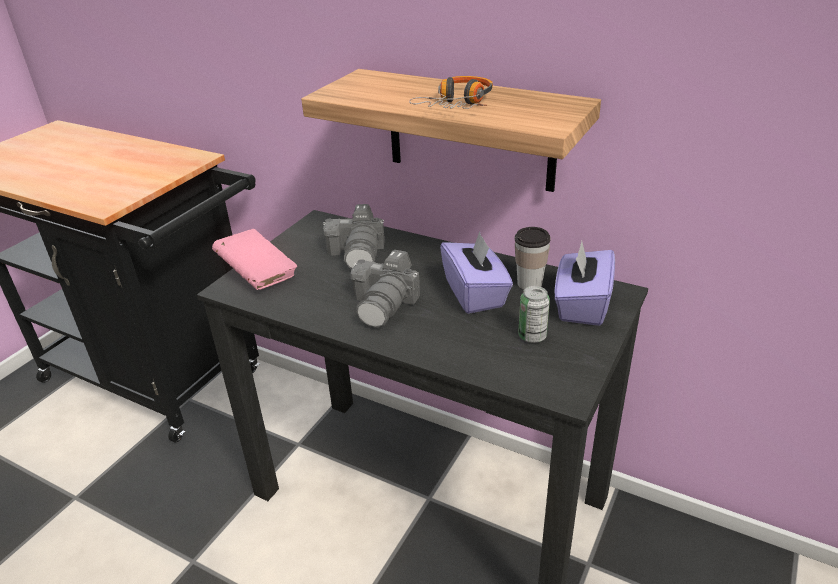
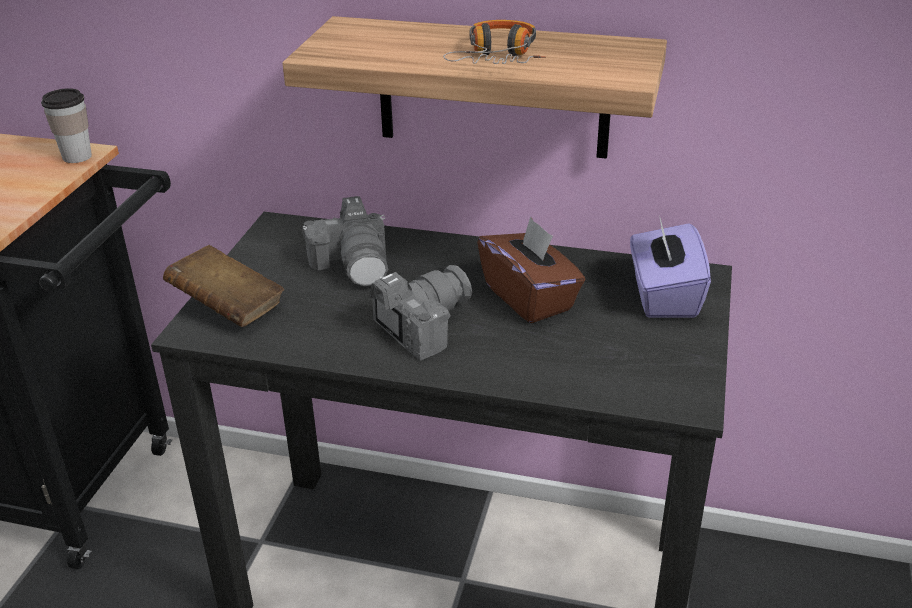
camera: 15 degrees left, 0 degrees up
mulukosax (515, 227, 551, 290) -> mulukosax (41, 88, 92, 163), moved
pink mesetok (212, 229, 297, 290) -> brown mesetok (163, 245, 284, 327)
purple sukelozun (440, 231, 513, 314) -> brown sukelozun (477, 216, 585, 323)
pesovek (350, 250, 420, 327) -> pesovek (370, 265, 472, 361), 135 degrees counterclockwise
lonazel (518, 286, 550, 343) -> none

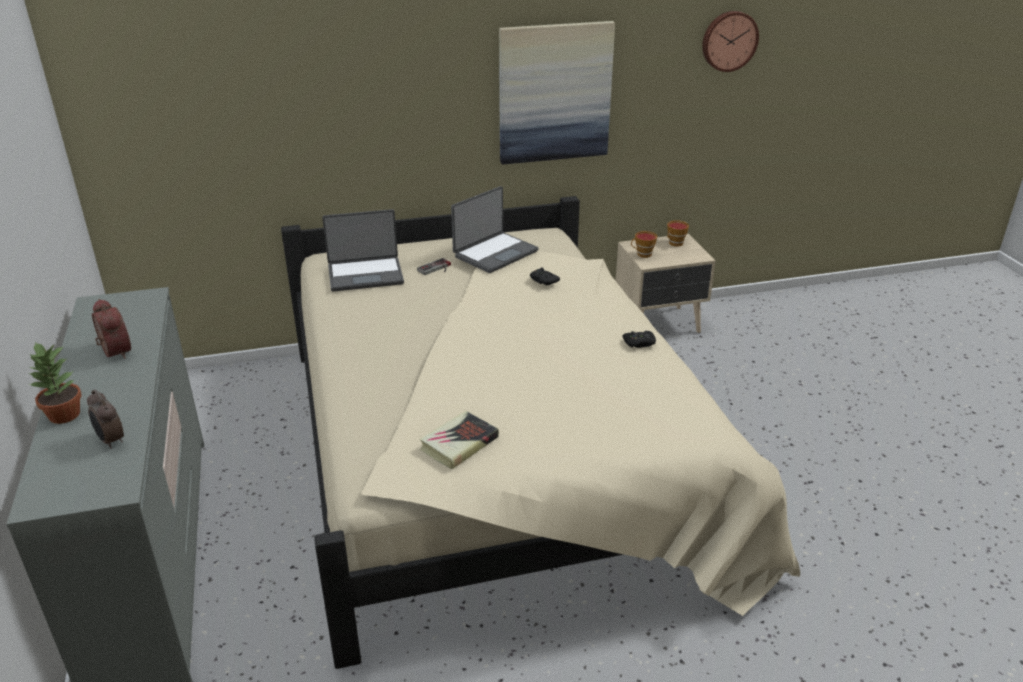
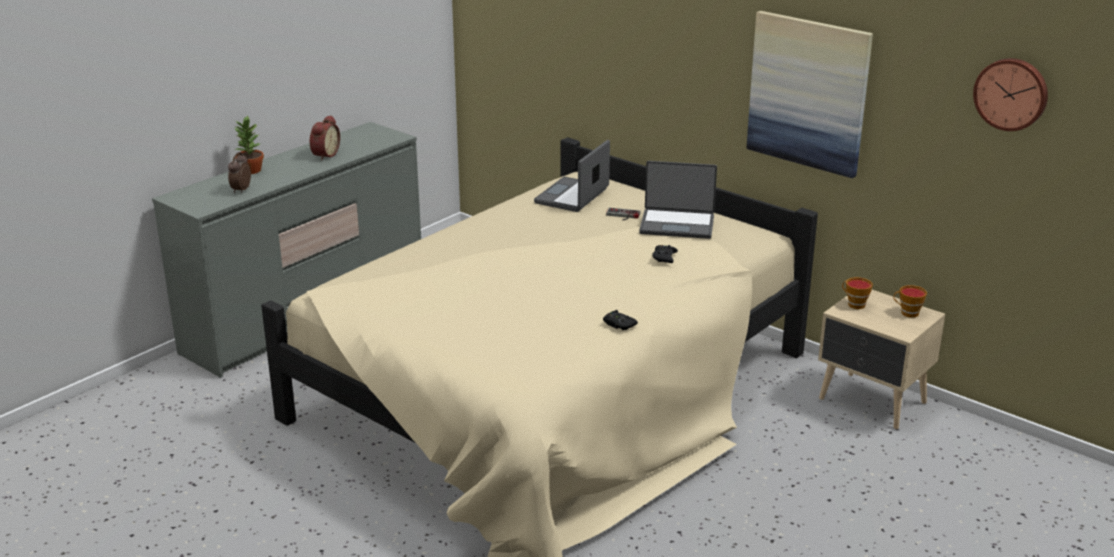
camera: 55 degrees right, 5 degrees down
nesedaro (322, 209, 404, 292) -> nesedaro (534, 140, 610, 212), 75 degrees clockwise
mesetok (420, 411, 499, 469) -> none

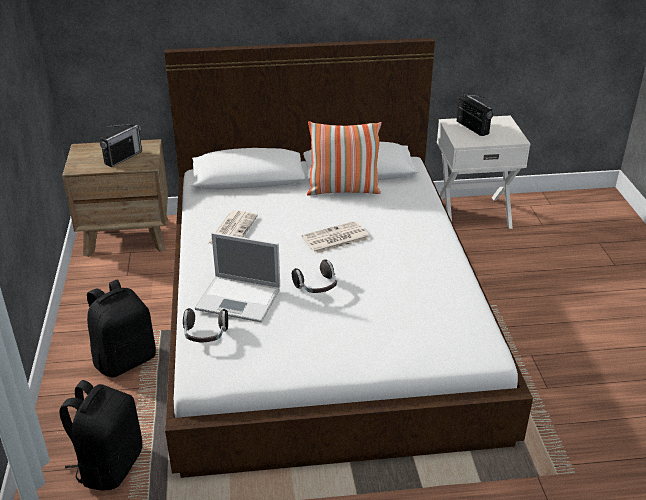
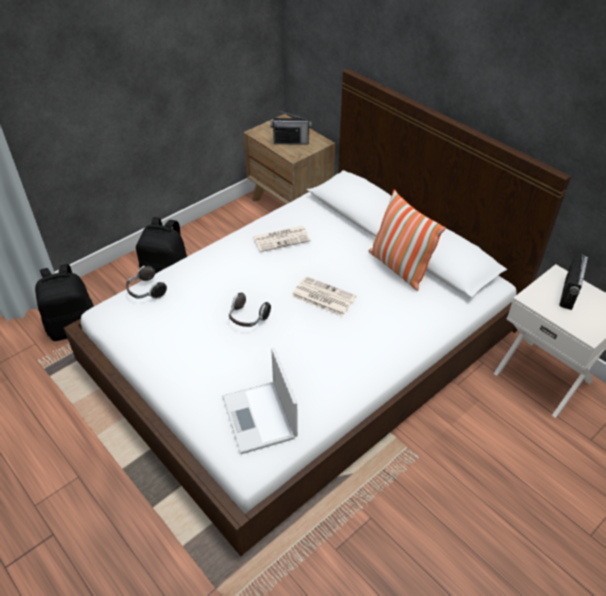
camera: 55 degrees right, 10 degrees up
nesedaro (195, 233, 280, 323) -> nesedaro (222, 348, 298, 454), moved

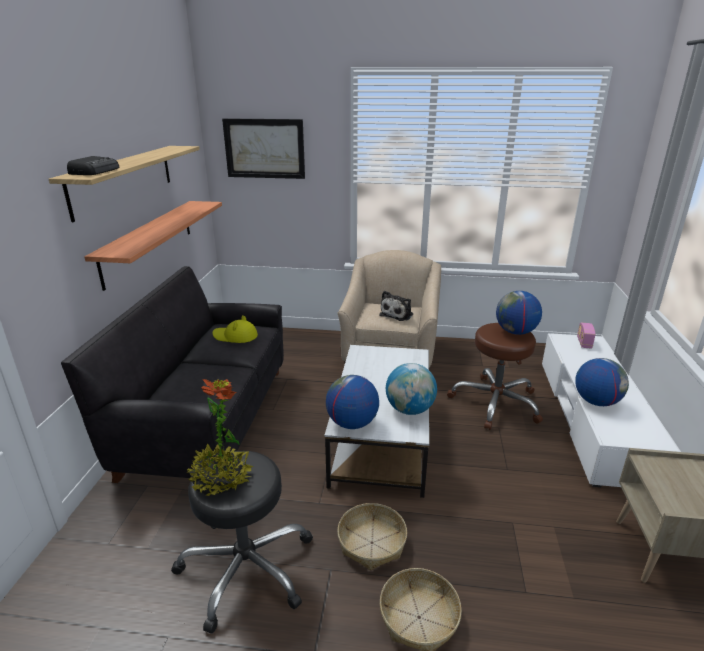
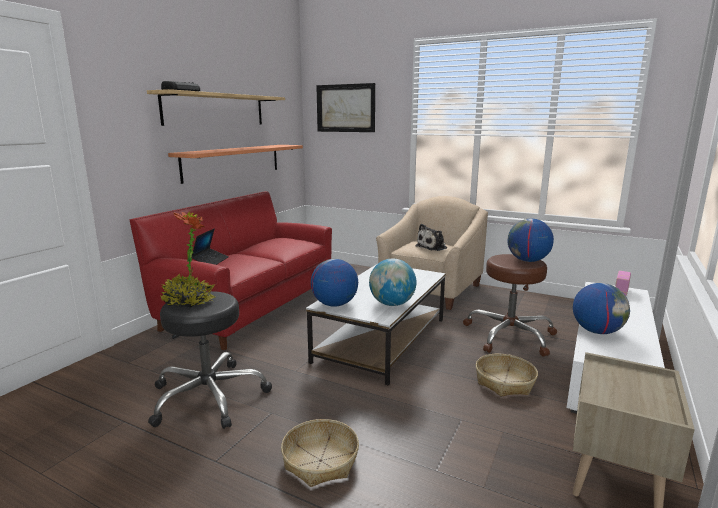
camera: 20 degrees right, 10 degrees down
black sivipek (61, 266, 284, 483) -> red sivipek (130, 191, 332, 351)
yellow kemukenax (212, 315, 258, 343) -> none
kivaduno (337, 503, 407, 571) -> kivaduno (476, 354, 538, 396), moved
none -> nesedaro (191, 229, 229, 265)

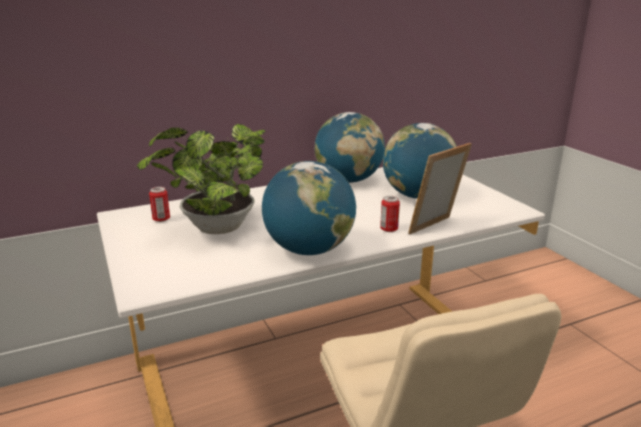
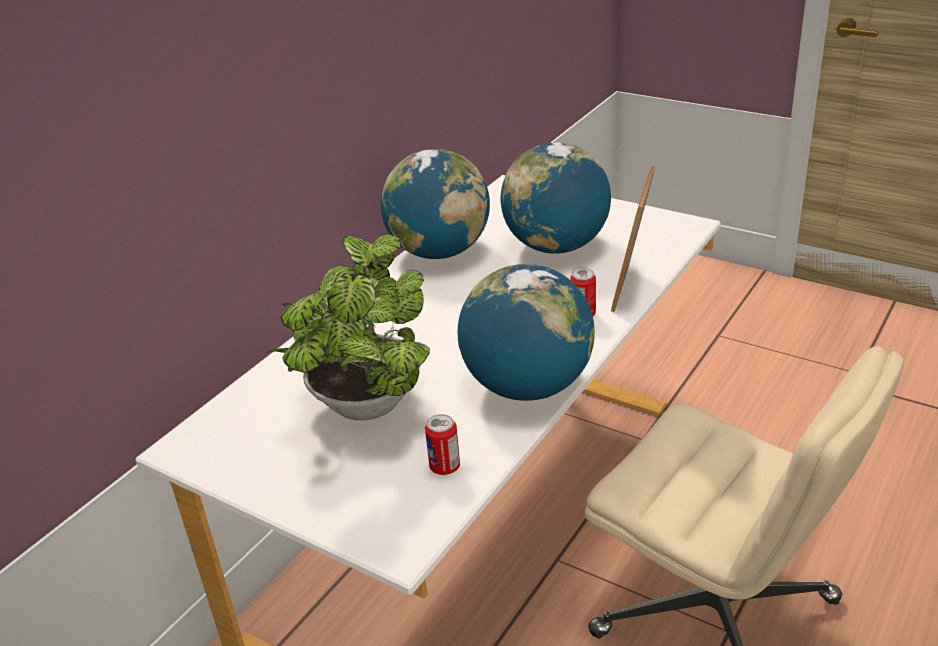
camera: 30 degrees left, 10 degrees up
lonazel (149, 187, 170, 222) -> lonazel (425, 414, 460, 475), moved

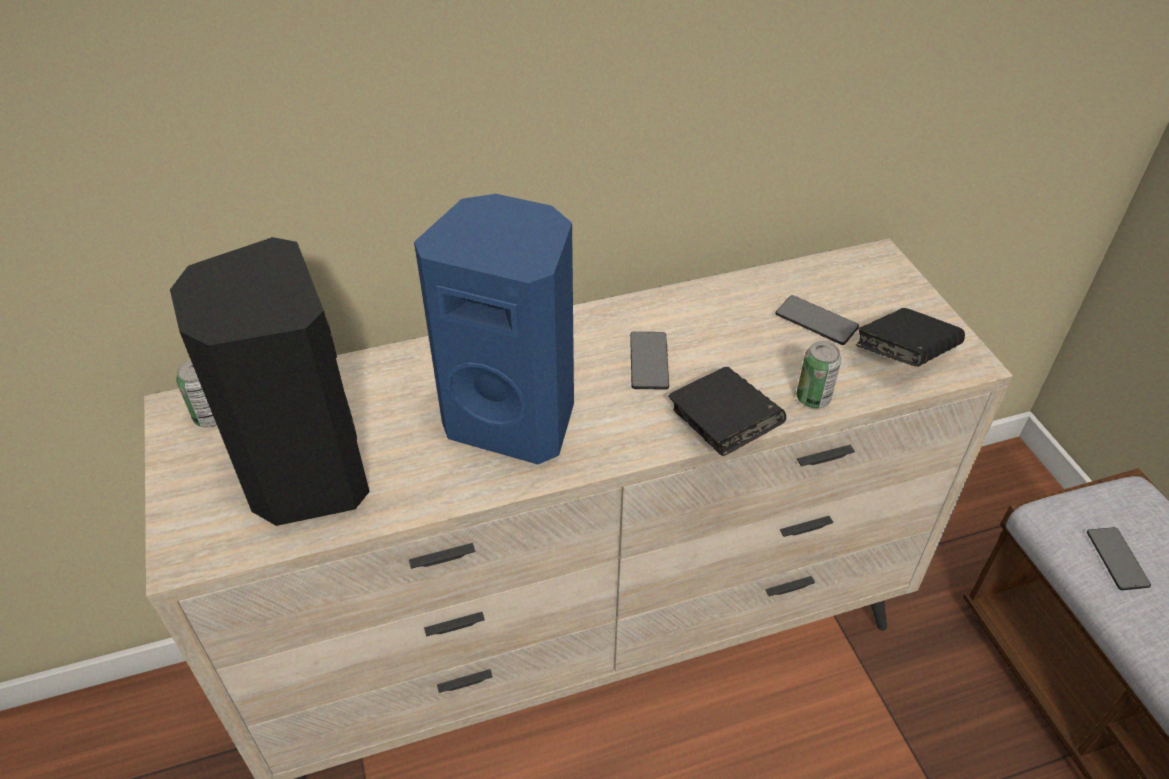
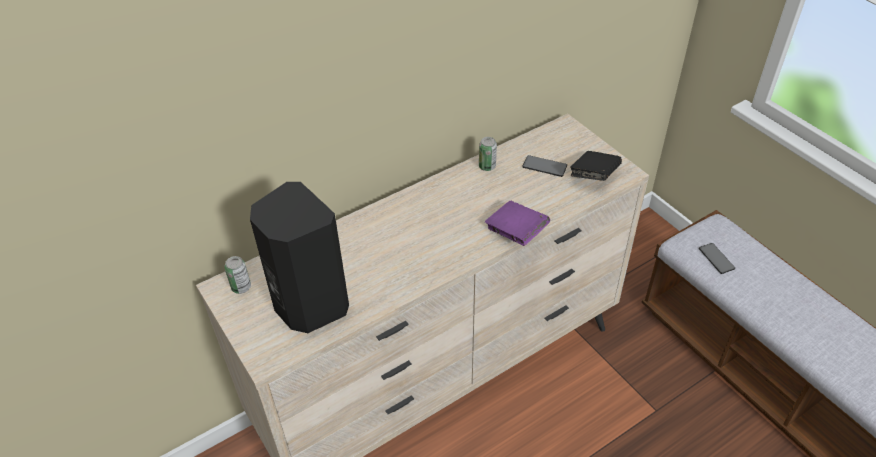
camera: 15 degrees left, 0 degrees up
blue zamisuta (414, 194, 574, 464) -> none
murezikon (630, 332, 669, 390) -> none
lonazel (796, 341, 841, 408) -> lonazel (479, 137, 497, 171), moved
black mesetok (668, 367, 786, 456) -> purple mesetok (485, 201, 550, 246)

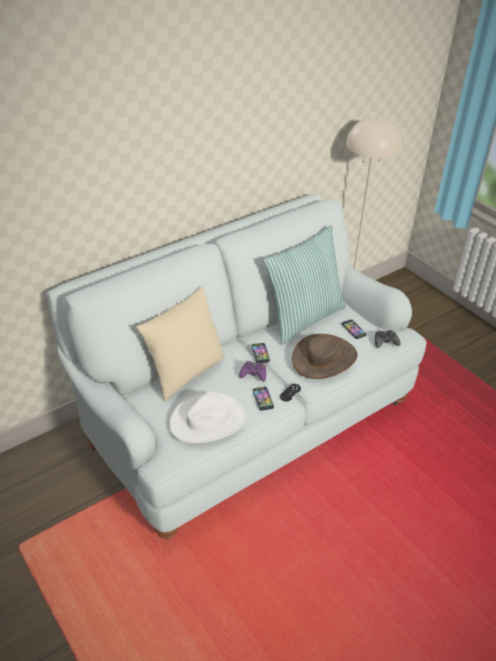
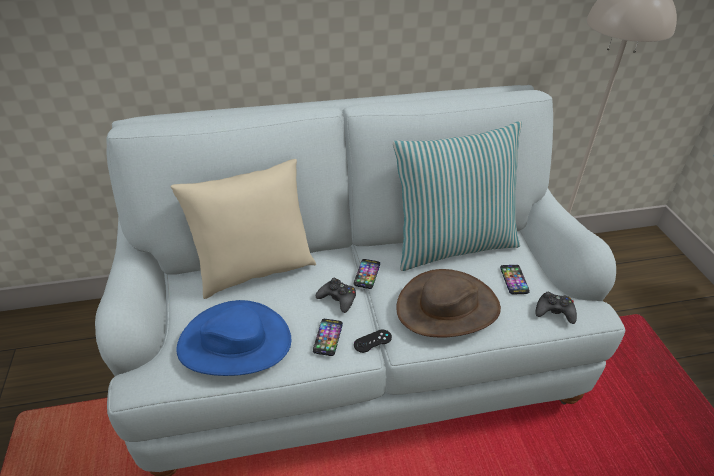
camera: 25 degrees right, 0 degrees up
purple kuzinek (239, 361, 266, 381) -> black kuzinek (316, 278, 356, 313)
white kemukenax (170, 391, 246, 444) -> blue kemukenax (176, 300, 291, 376)

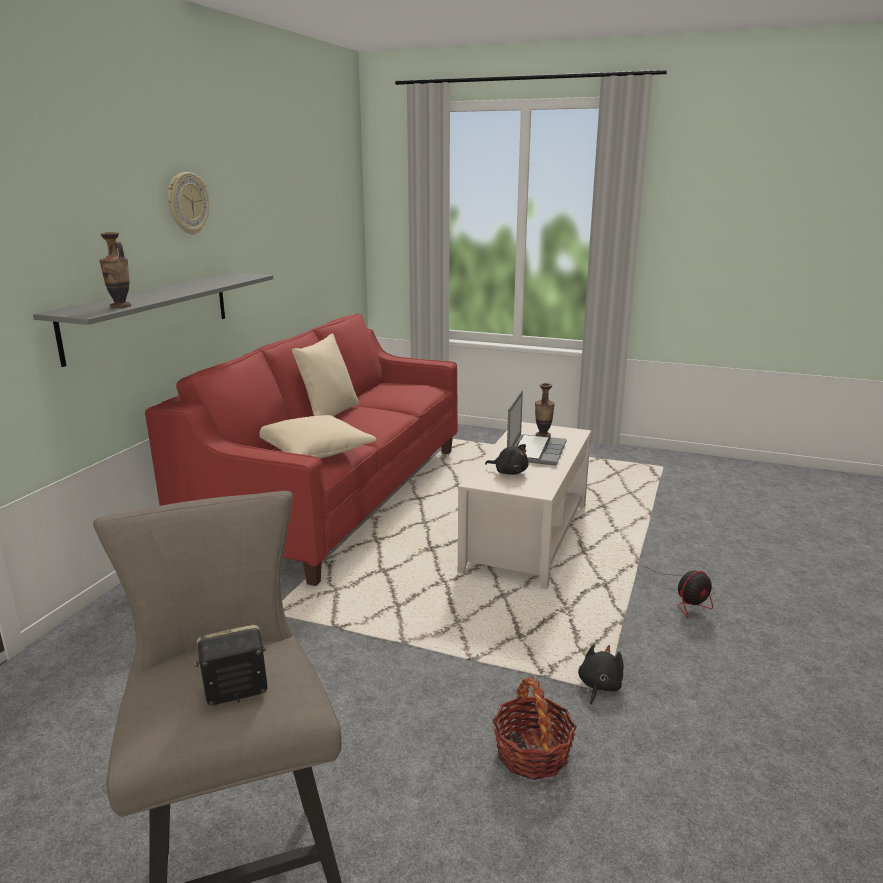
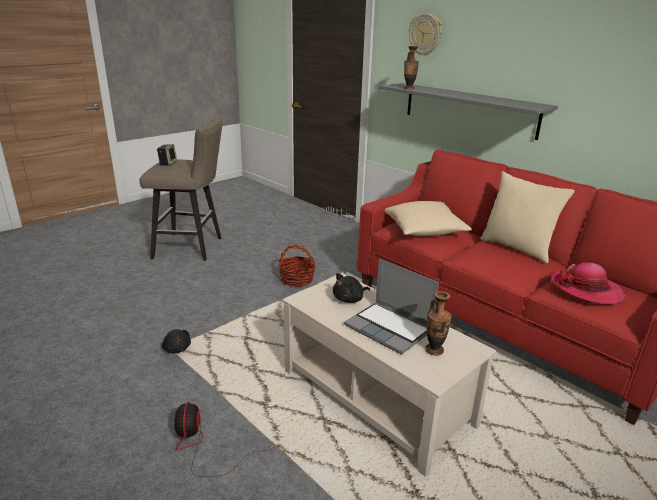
camera: 115 degrees right, 5 degrees up
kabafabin (168, 172, 209, 235) -> kabafabin (409, 13, 442, 56), moved
kivaduno (492, 676, 577, 780) -> kivaduno (278, 245, 315, 287), moved
none -> kemukenax (551, 262, 625, 305)

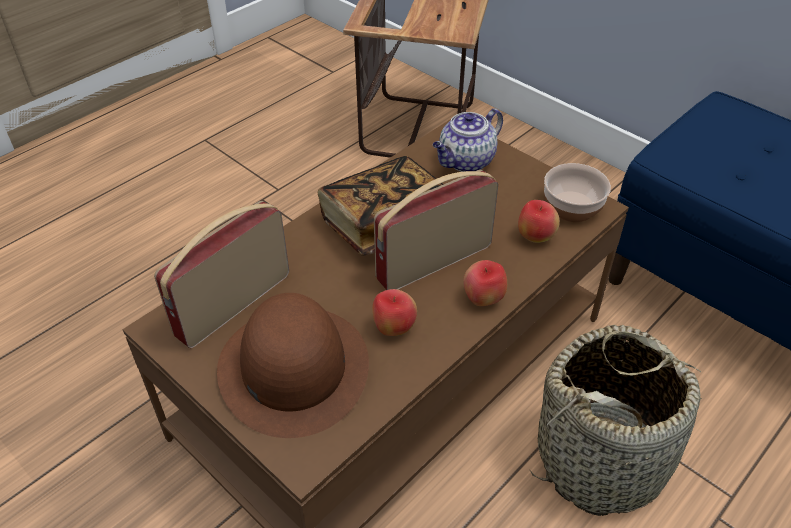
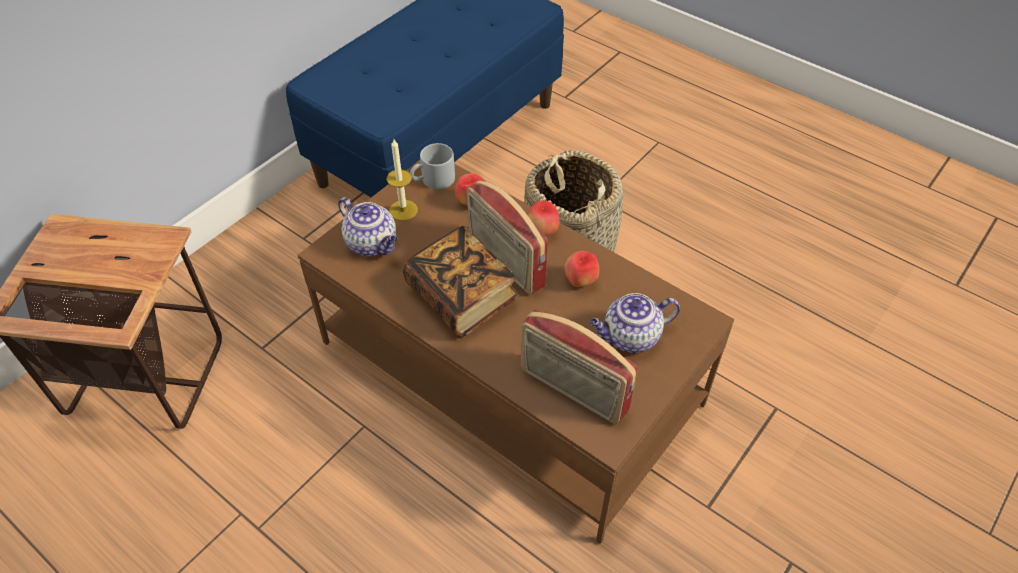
camera: 95 degrees left, 5 degrees up
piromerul (544, 163, 611, 222) -> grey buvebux (410, 143, 455, 189)
brown kemukenax (217, 293, 369, 438) -> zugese (589, 293, 680, 353)
none -> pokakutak (386, 139, 418, 221)

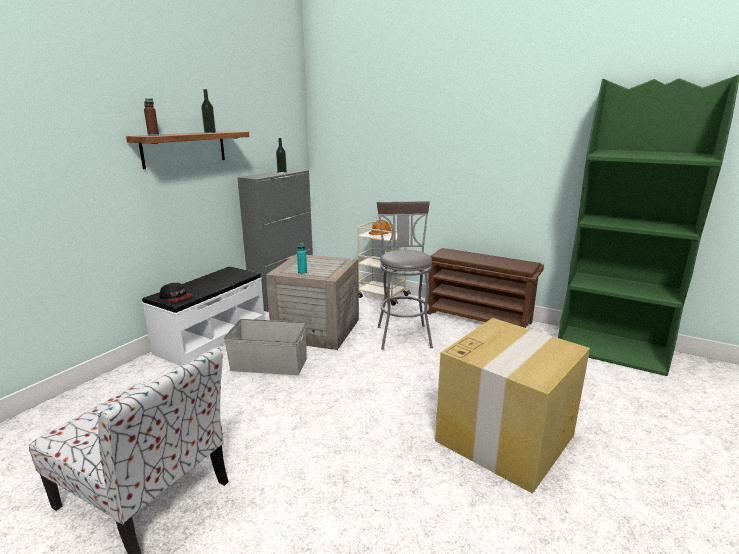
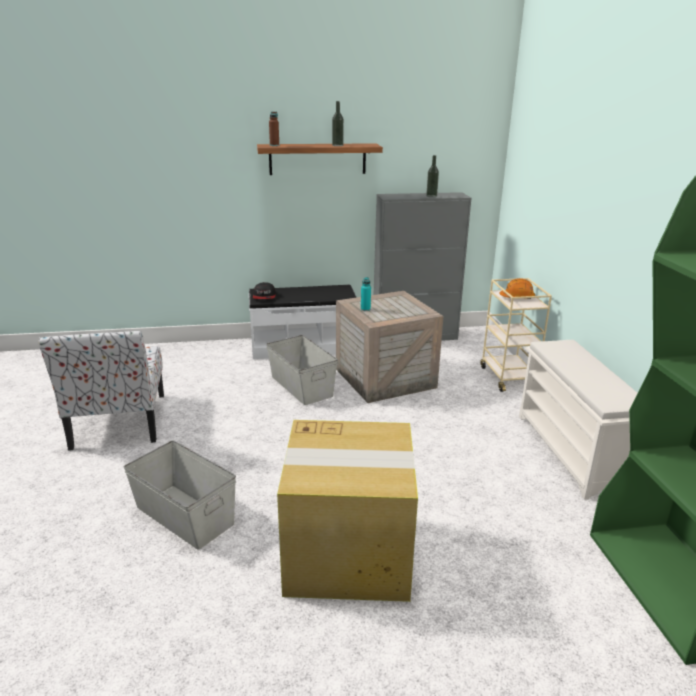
camera: 50 degrees right, 5 degrees up
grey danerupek (377, 202, 433, 350) -> none
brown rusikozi (427, 248, 544, 328) -> white rusikozi (519, 340, 637, 500)
none -> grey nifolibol (124, 441, 236, 550)

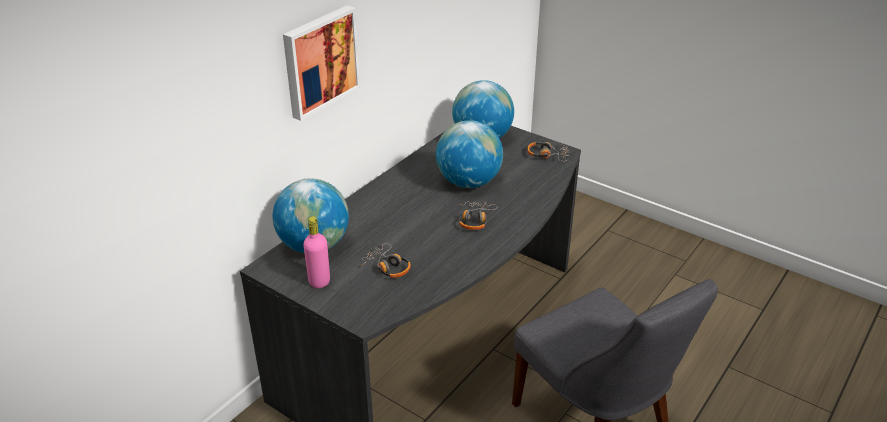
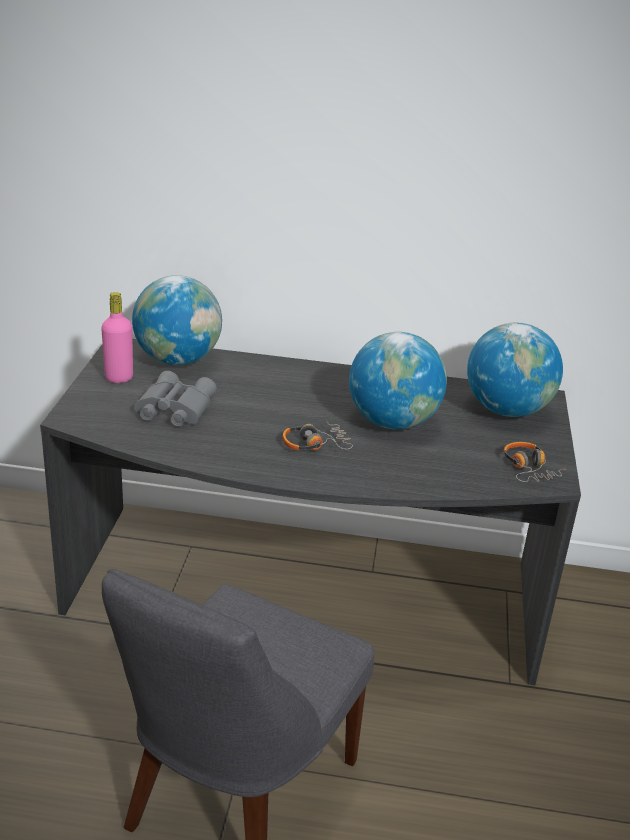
camera: 60 degrees right, 5 degrees down
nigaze (283, 5, 360, 121) -> none
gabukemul (361, 243, 411, 278) -> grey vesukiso (134, 371, 217, 426)

